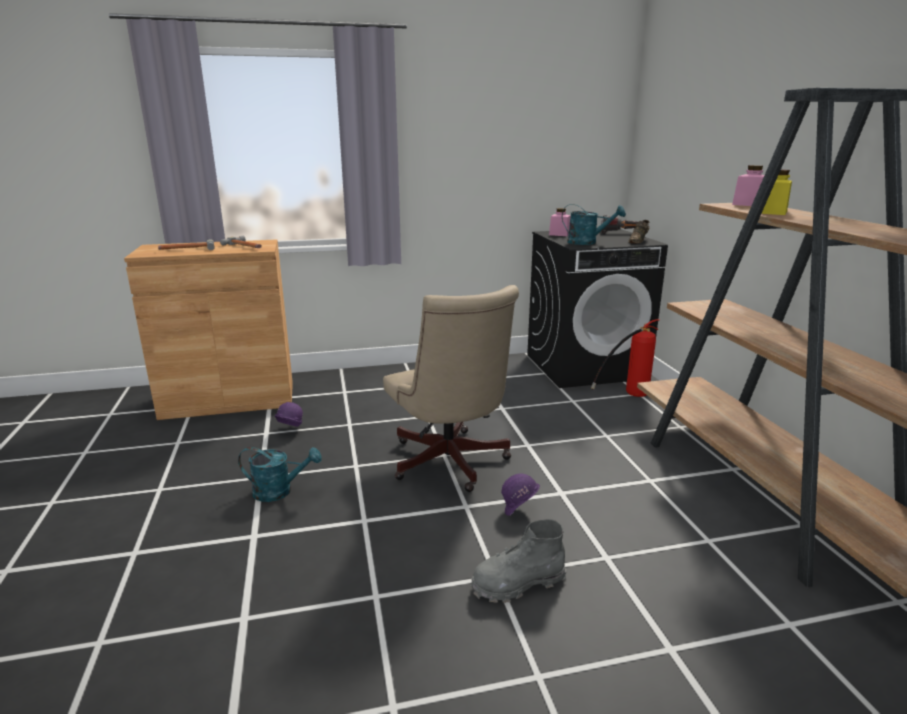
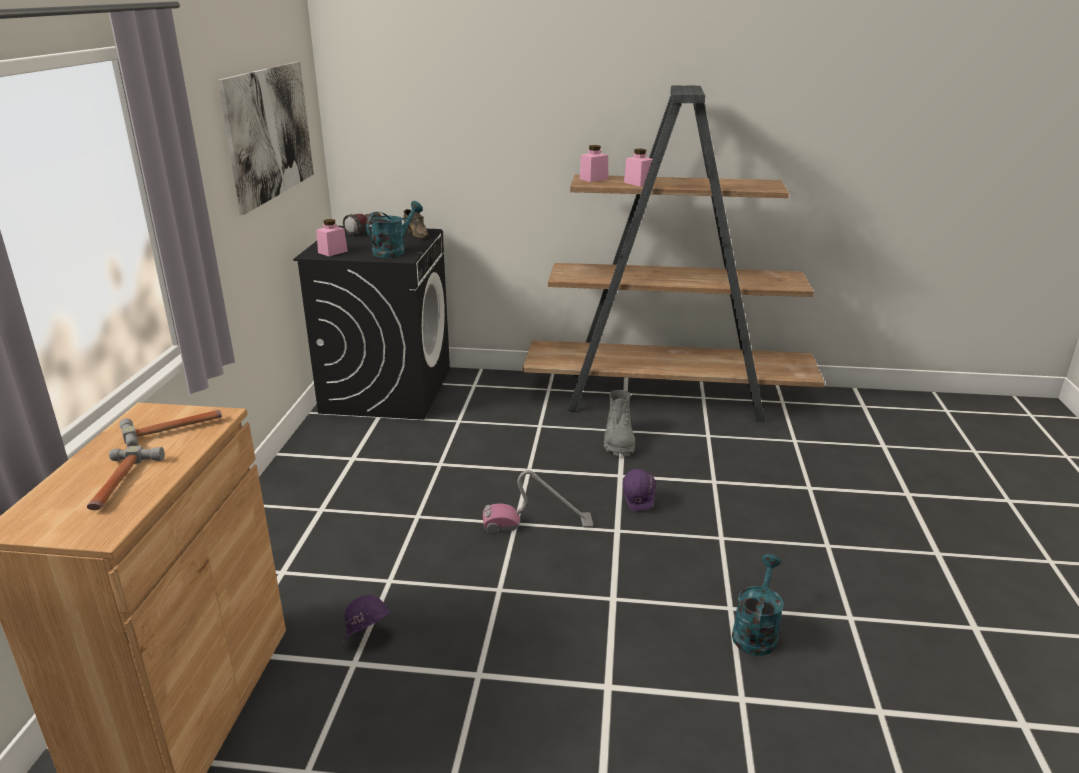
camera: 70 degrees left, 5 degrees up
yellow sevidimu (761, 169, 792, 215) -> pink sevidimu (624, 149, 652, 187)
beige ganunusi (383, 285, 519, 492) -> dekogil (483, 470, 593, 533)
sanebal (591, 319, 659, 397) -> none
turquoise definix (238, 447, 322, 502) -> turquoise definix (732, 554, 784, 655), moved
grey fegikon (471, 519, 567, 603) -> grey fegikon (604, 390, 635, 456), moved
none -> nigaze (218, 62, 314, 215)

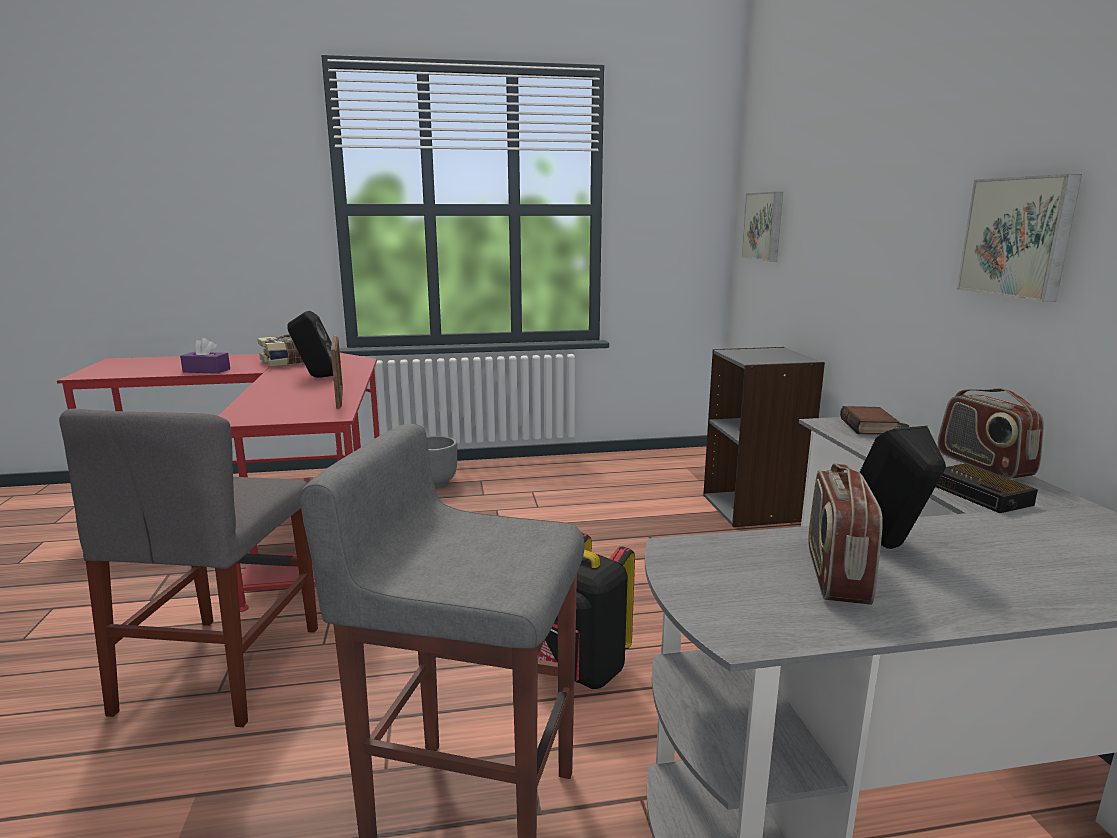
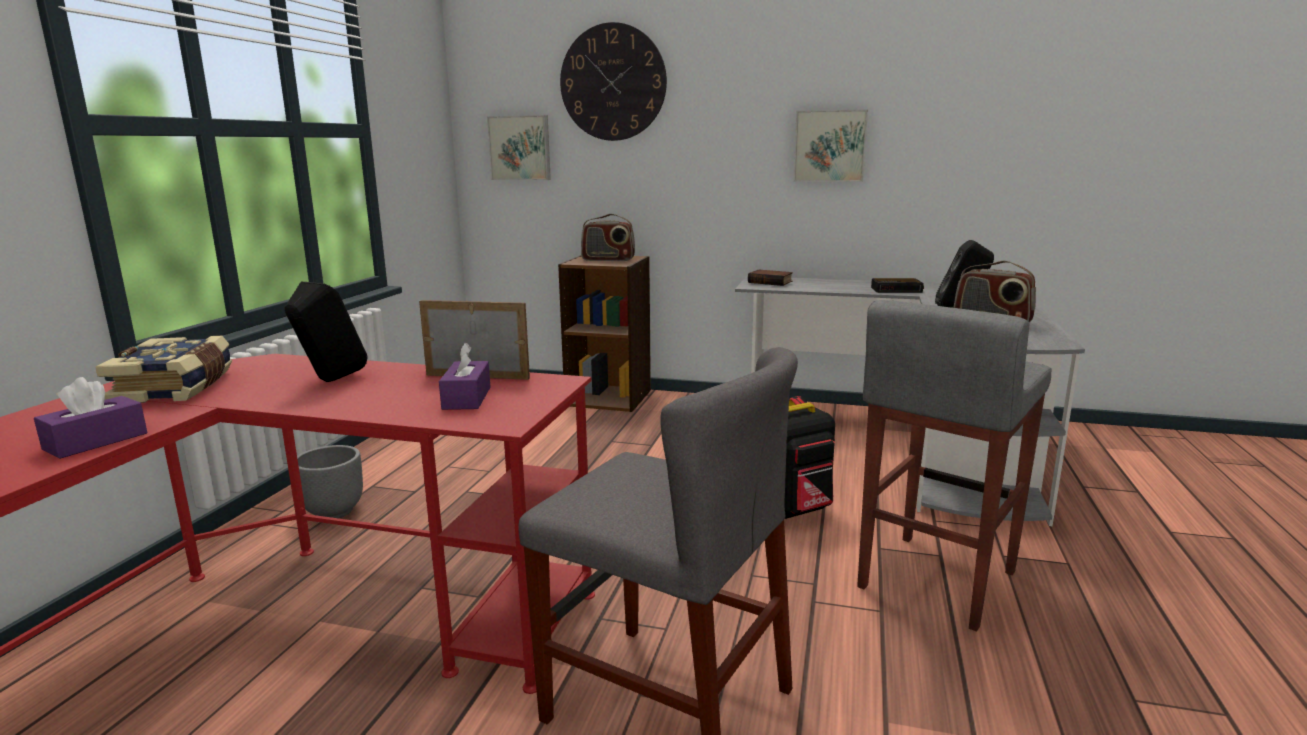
camera: 65 degrees left, 0 degrees up
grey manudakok (703, 347, 825, 527) -> brown manudakok (558, 255, 651, 412)
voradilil (938, 388, 1044, 479) -> voradilil (581, 214, 635, 261), moved
none -> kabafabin (560, 22, 667, 141)
none -> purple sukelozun (439, 343, 490, 410)

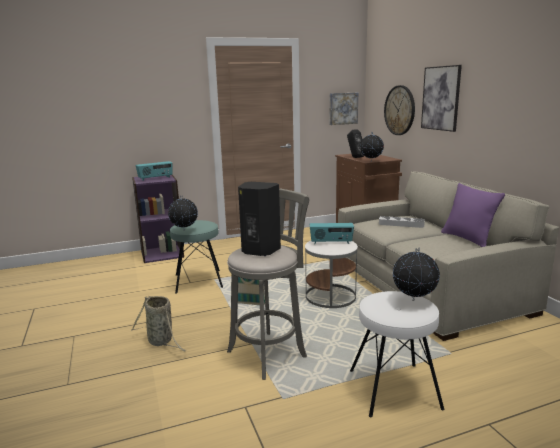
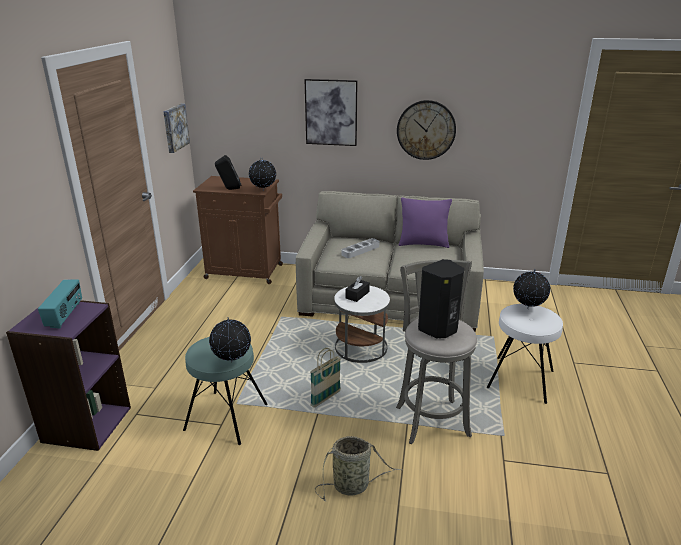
camera: 60 degrees left, 10 degrees up
kabafabin (384, 85, 415, 135) -> kabafabin (397, 100, 456, 160), moved
voradilil (310, 223, 354, 244) -> black sukelozun (346, 276, 370, 302)

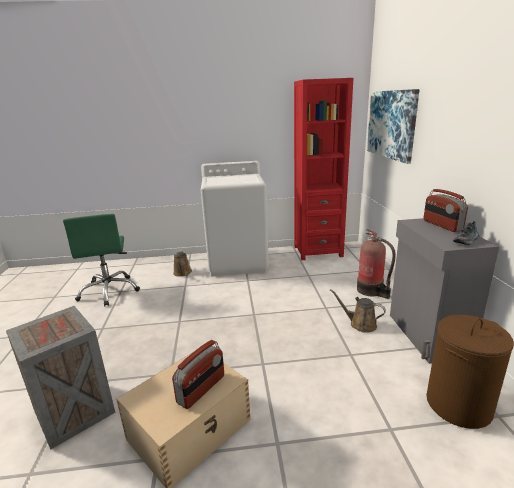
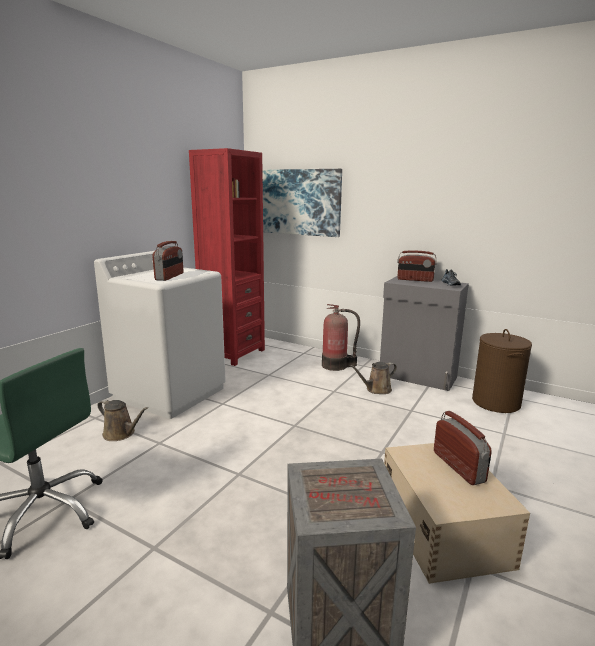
camera: 55 degrees left, 5 degrees down
none -> voradilil (152, 241, 184, 281)

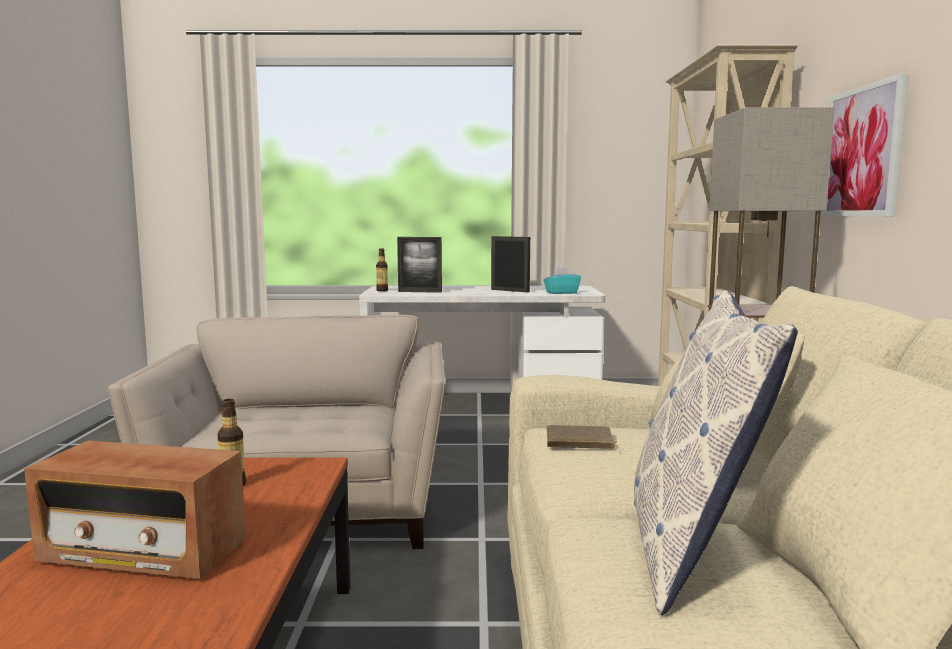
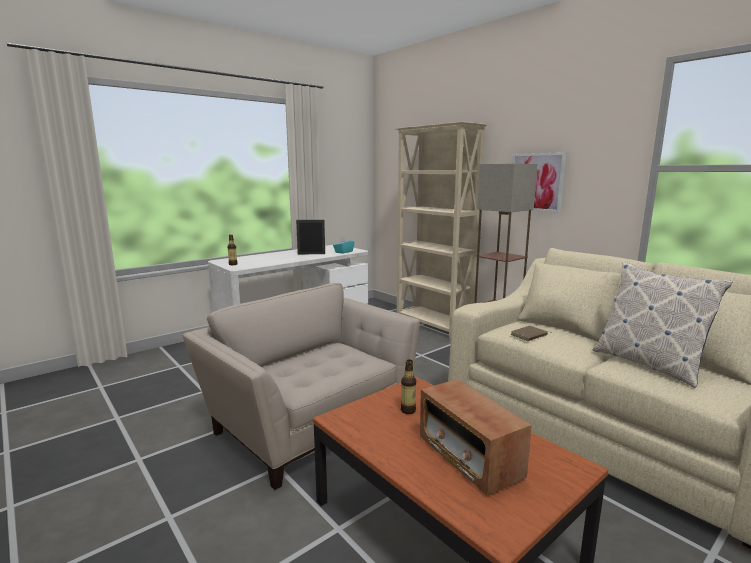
camera: 40 degrees left, 5 degrees up
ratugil (397, 237, 442, 293) -> none
voradilil (24, 440, 246, 579) -> voradilil (420, 379, 532, 496), 90 degrees clockwise

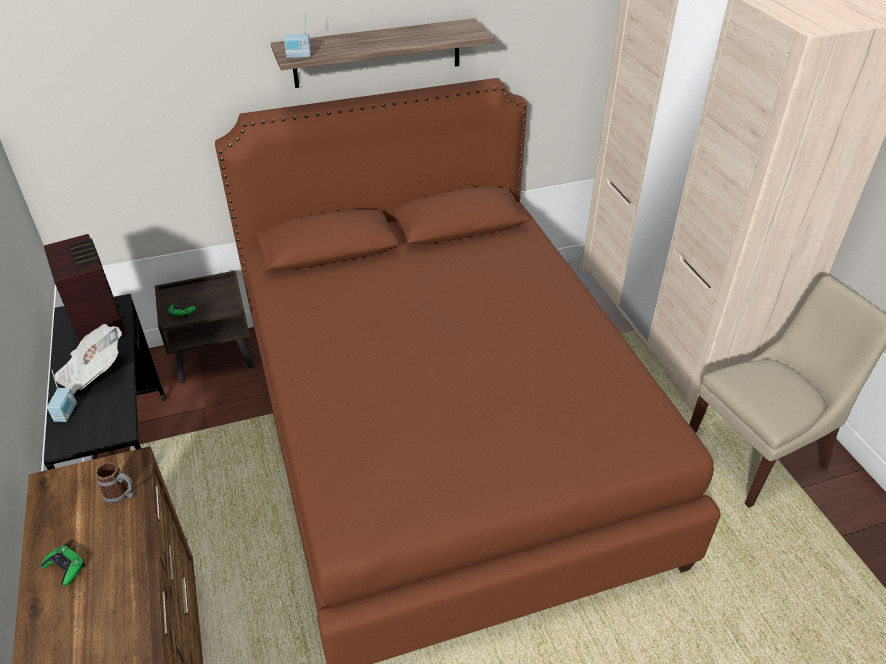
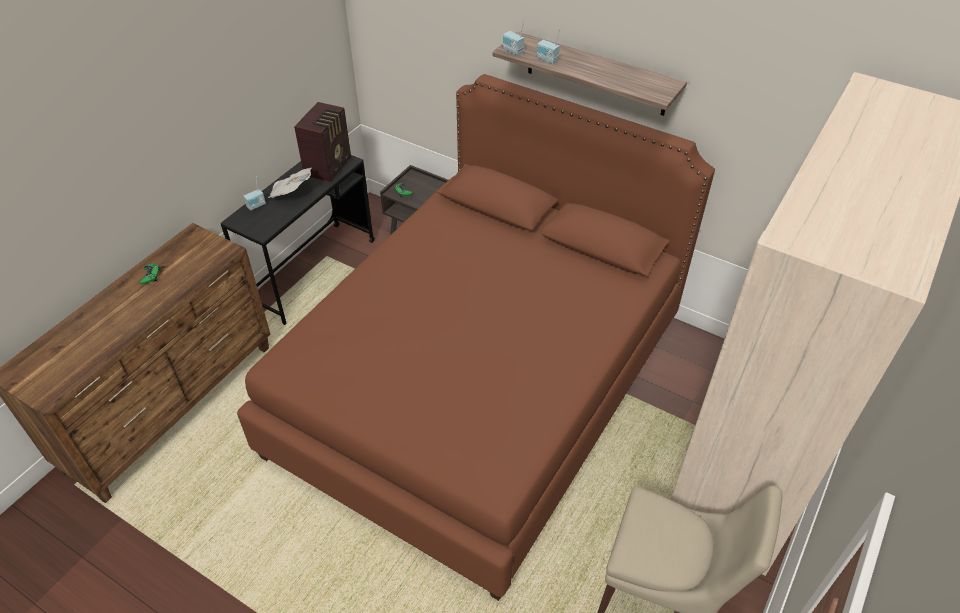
camera: 50 degrees right, 5 degrees up
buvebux (95, 462, 133, 504) -> none
none -> voradilil (537, 28, 560, 64)

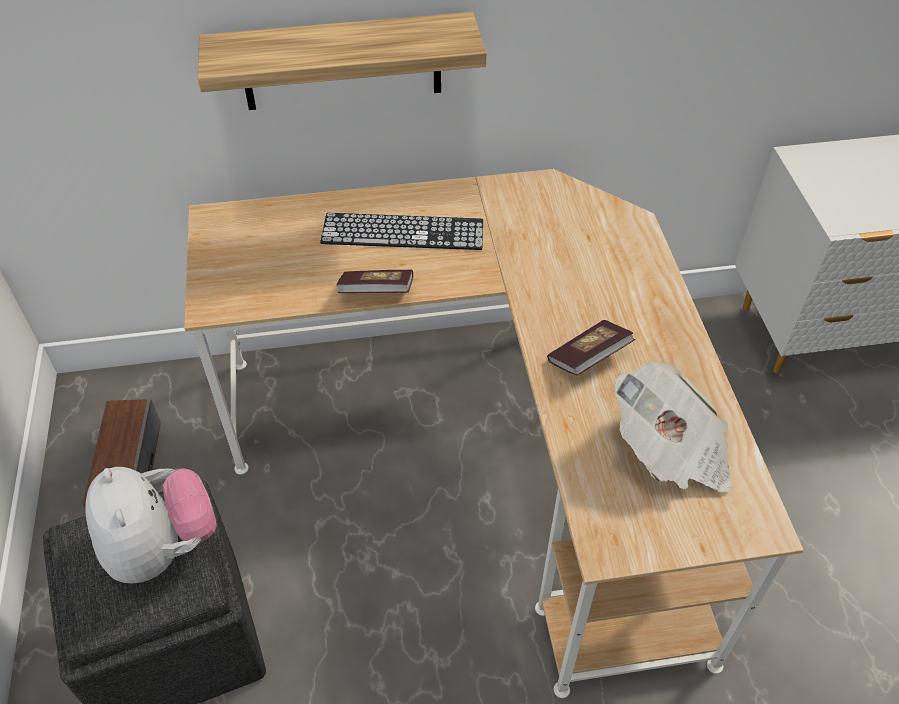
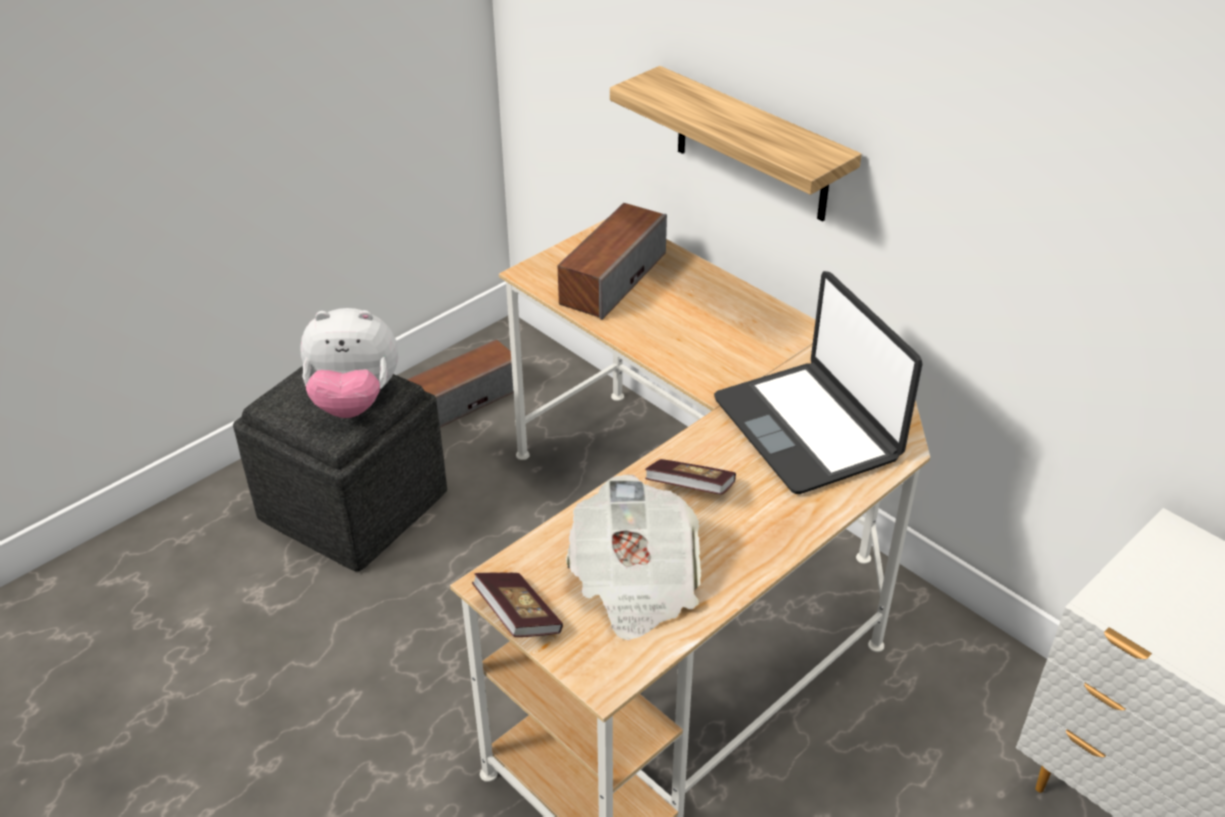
camera: 55 degrees right, 10 degrees down
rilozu (320, 213, 483, 250) -> none
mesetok (336, 270, 413, 293) -> mesetok (472, 573, 563, 637), moved
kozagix (85, 467, 217, 584) -> kozagix (300, 308, 398, 418), 60 degrees clockwise
none -> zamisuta (558, 203, 667, 320)
none -> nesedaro (714, 271, 922, 494)

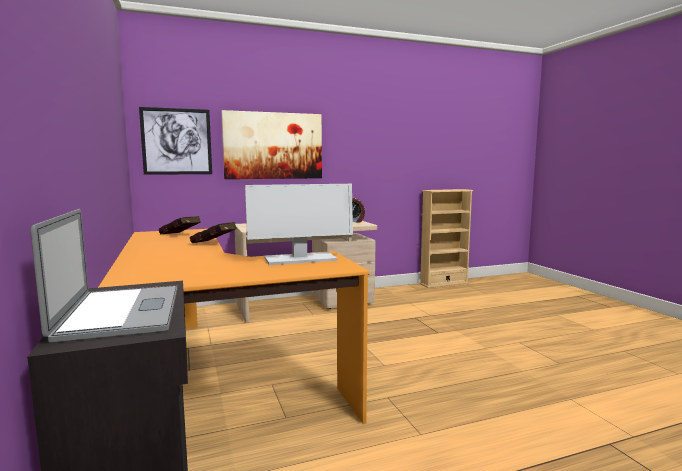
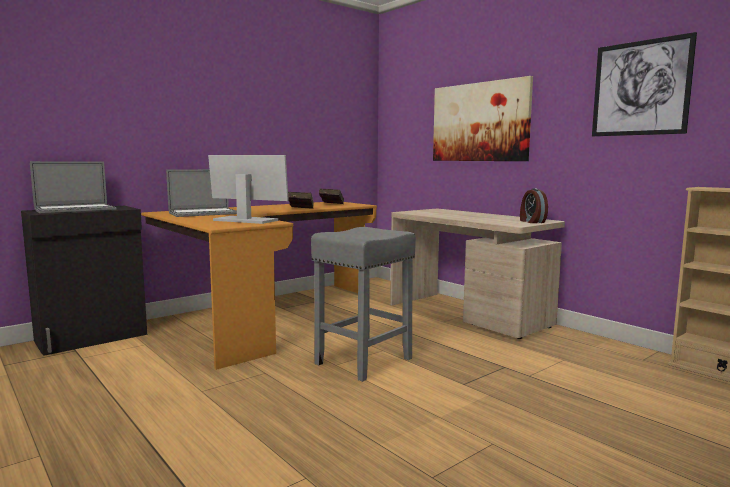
camera: 70 degrees right, 0 degrees up
nigaze (139, 107, 212, 175) -> nigaze (592, 32, 697, 136), moved
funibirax (245, 184, 353, 265) -> funibirax (208, 155, 289, 224), 150 degrees clockwise
none -> nesedaro (166, 169, 237, 217)
none -> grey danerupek (311, 227, 416, 382)

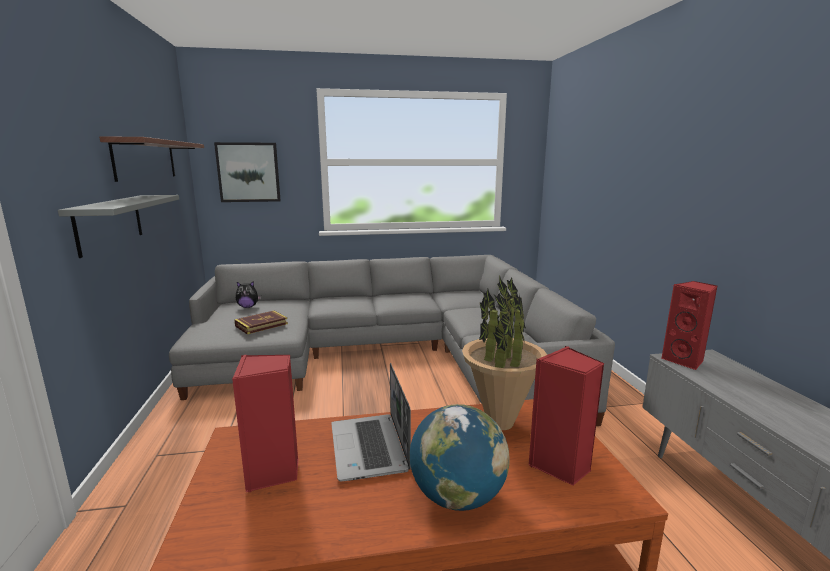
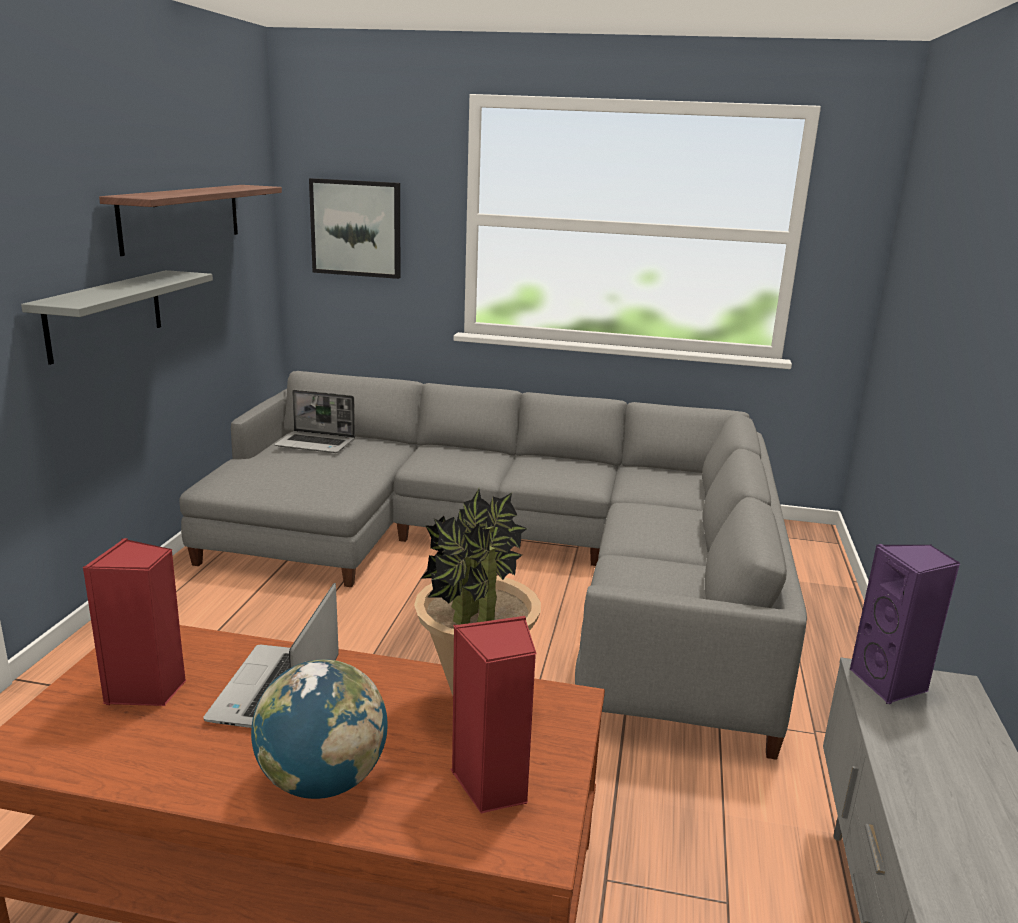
camera: 20 degrees right, 5 degrees up
kozagix (236, 281, 261, 308) -> nesedaro (275, 390, 355, 453)
red zamisuta (661, 281, 717, 370) -> purple zamisuta (850, 544, 960, 704)
mesetok (235, 311, 288, 334) -> none

